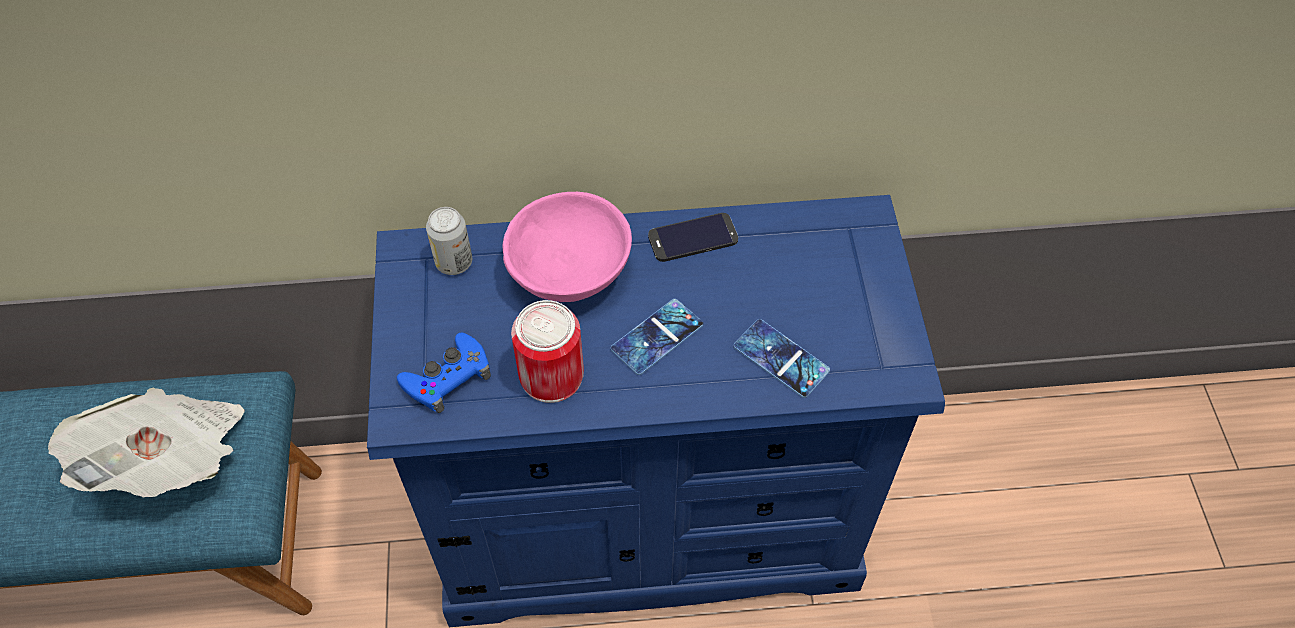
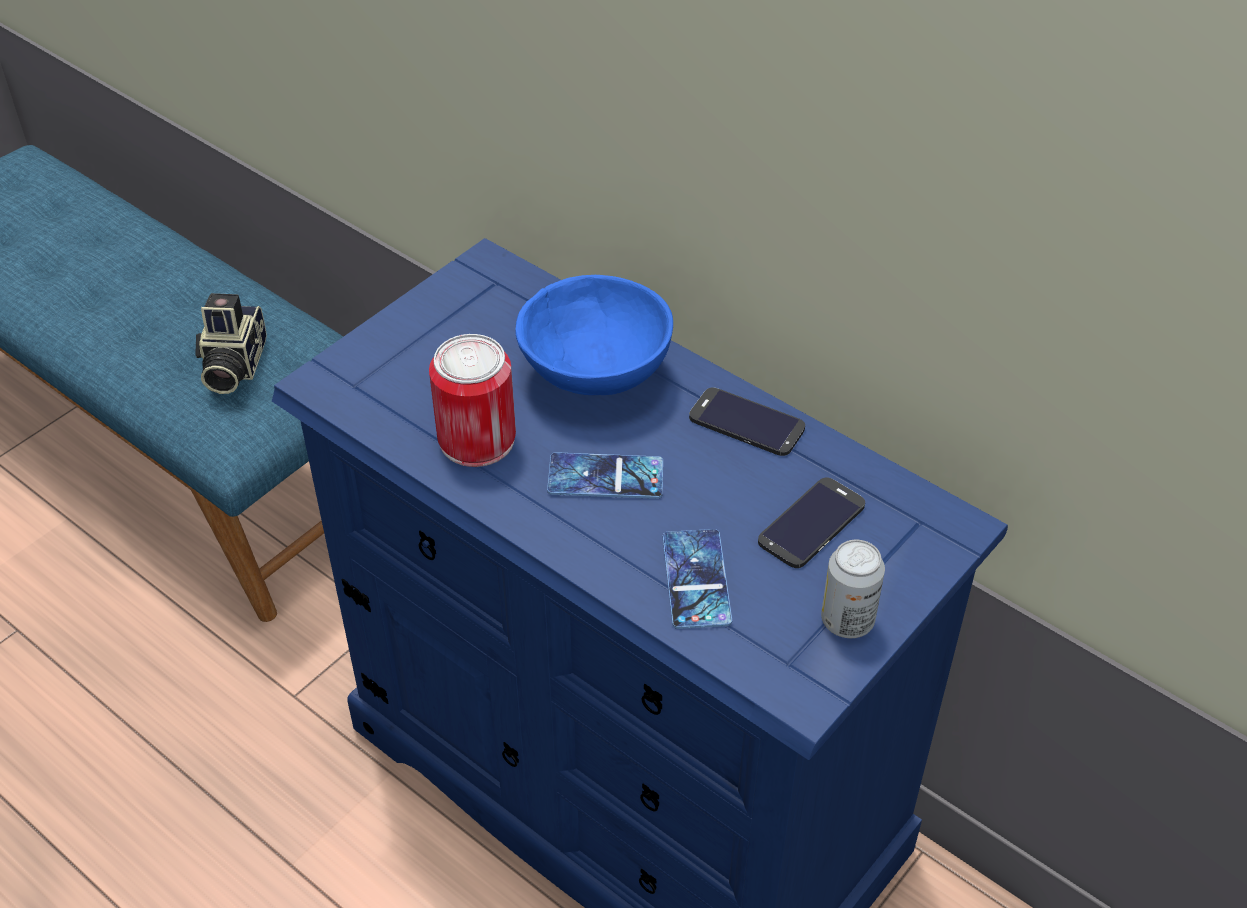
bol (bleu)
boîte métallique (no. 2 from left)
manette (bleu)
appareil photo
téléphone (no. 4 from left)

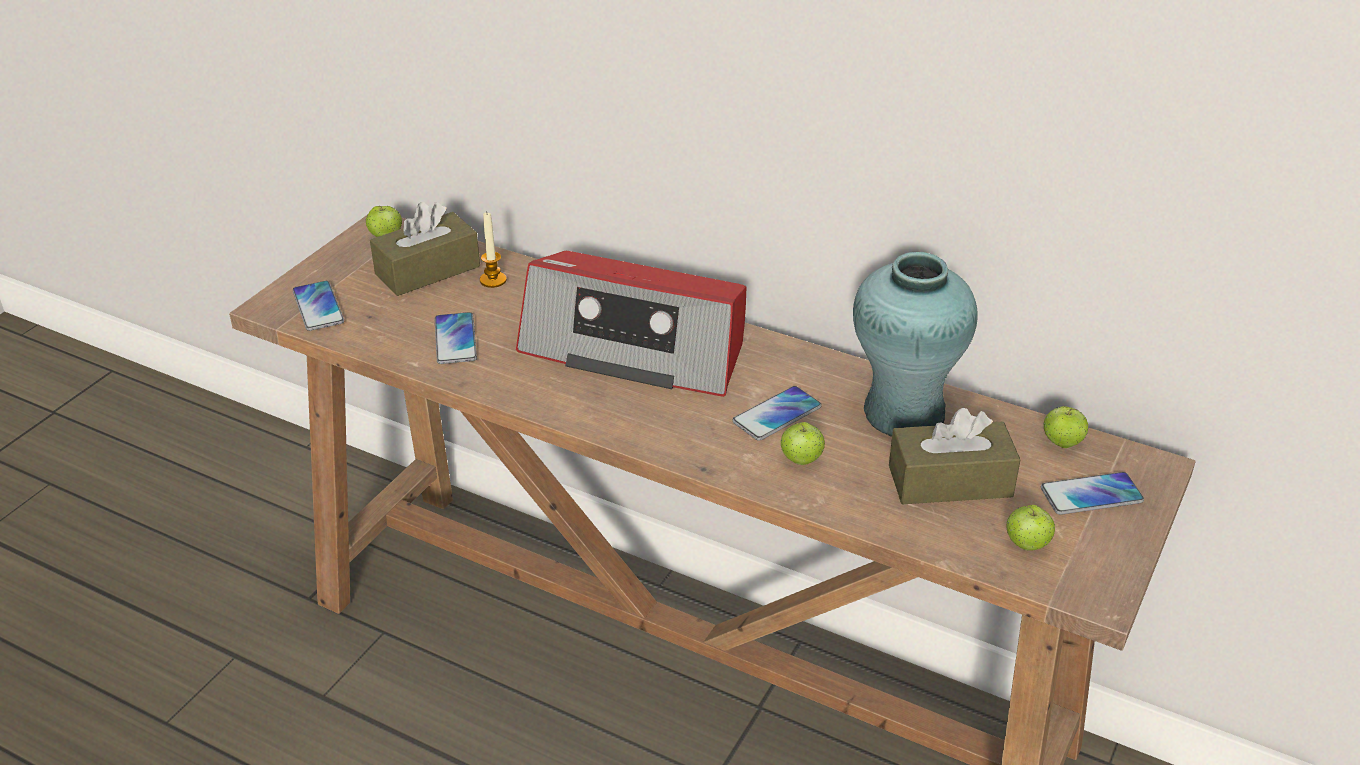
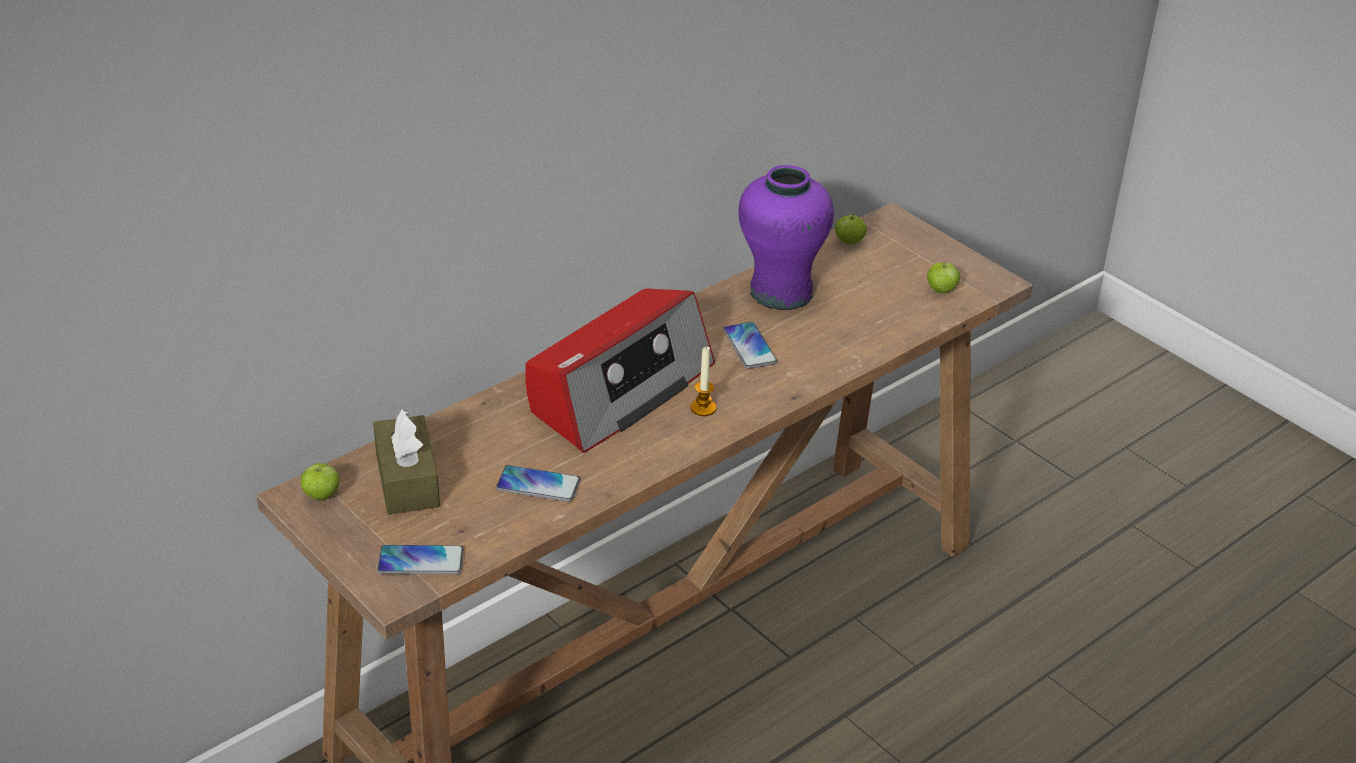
bougie
vase (violet)
boîte à mouchoirs (marron) (no. 2 from left in the first image)
pomme (no. 2 from left in the first image)
téléphone (no. 4 from left in the first image)

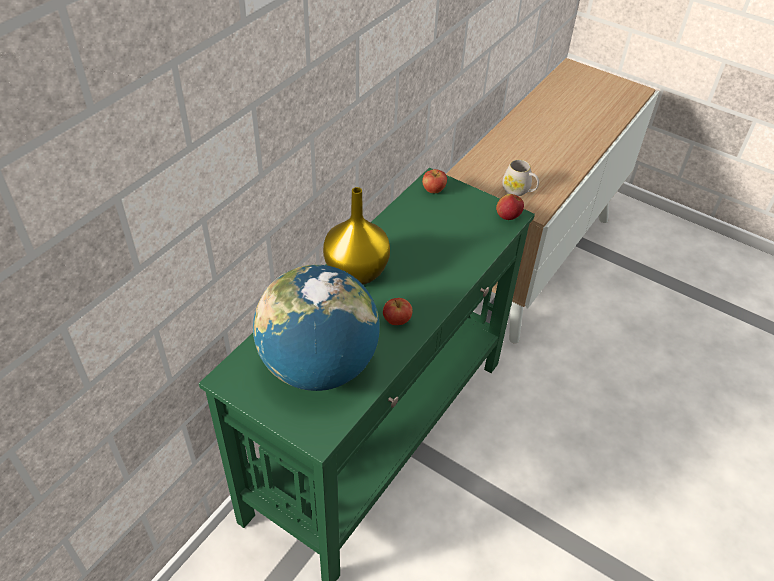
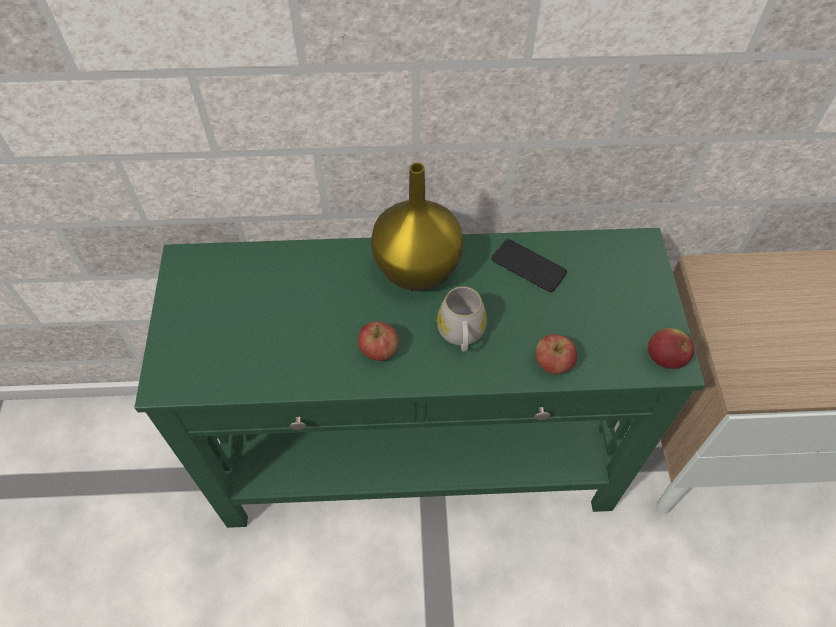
mug (blanc)
pomme (no. 2 from left)
globe
téléphone

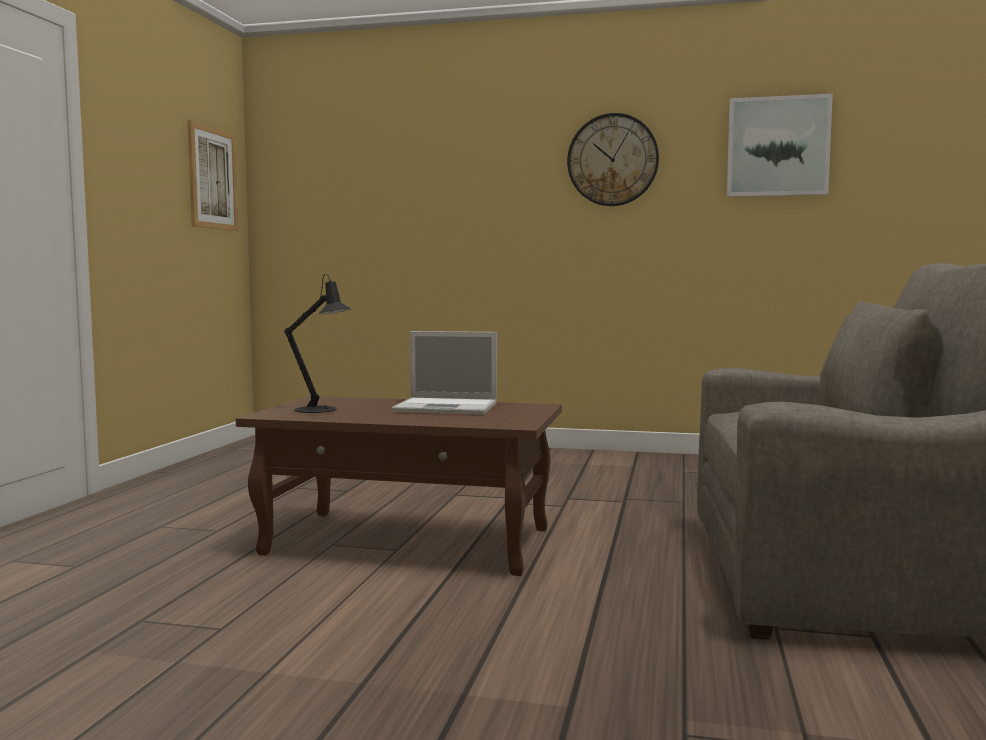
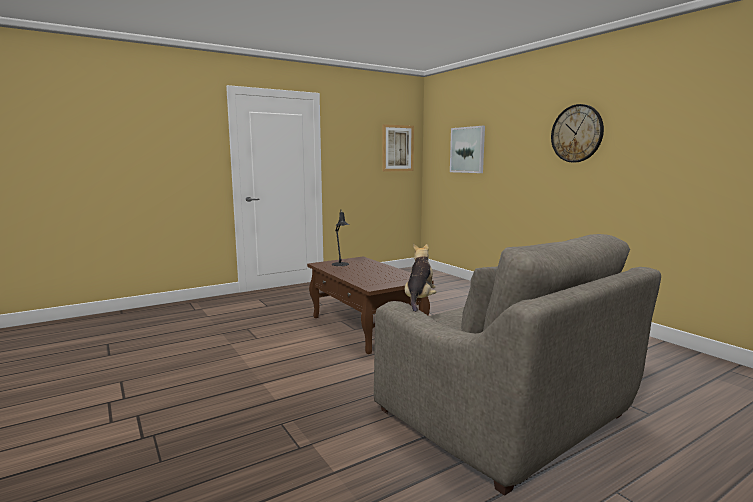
tableau (no. 2 from left)
ordinateur portable
peluche

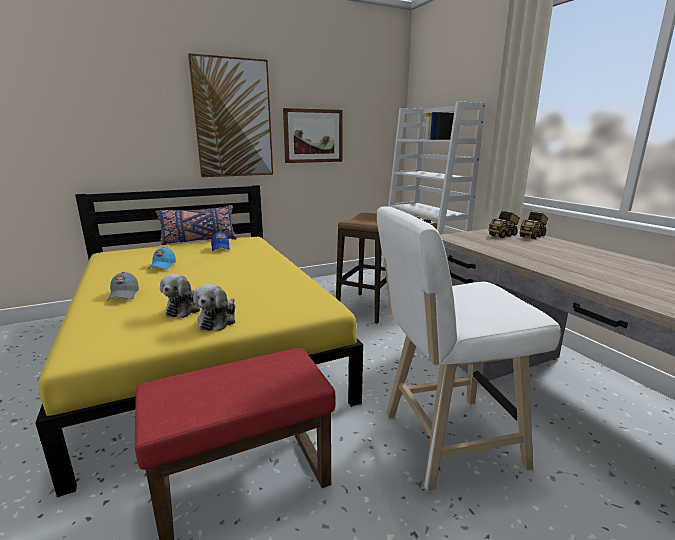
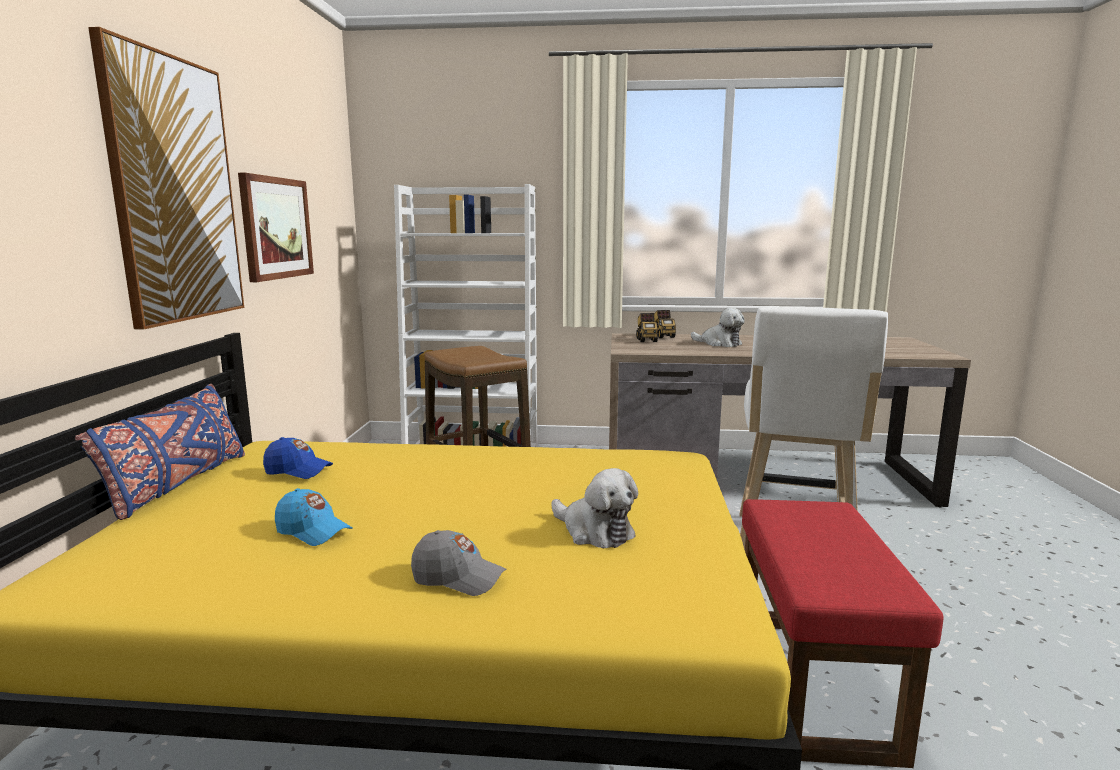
peluche (no. 2 from left)

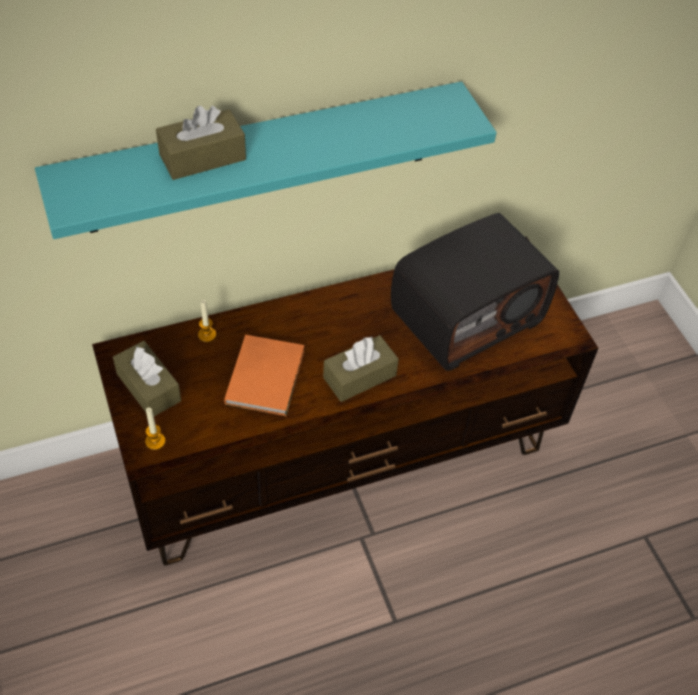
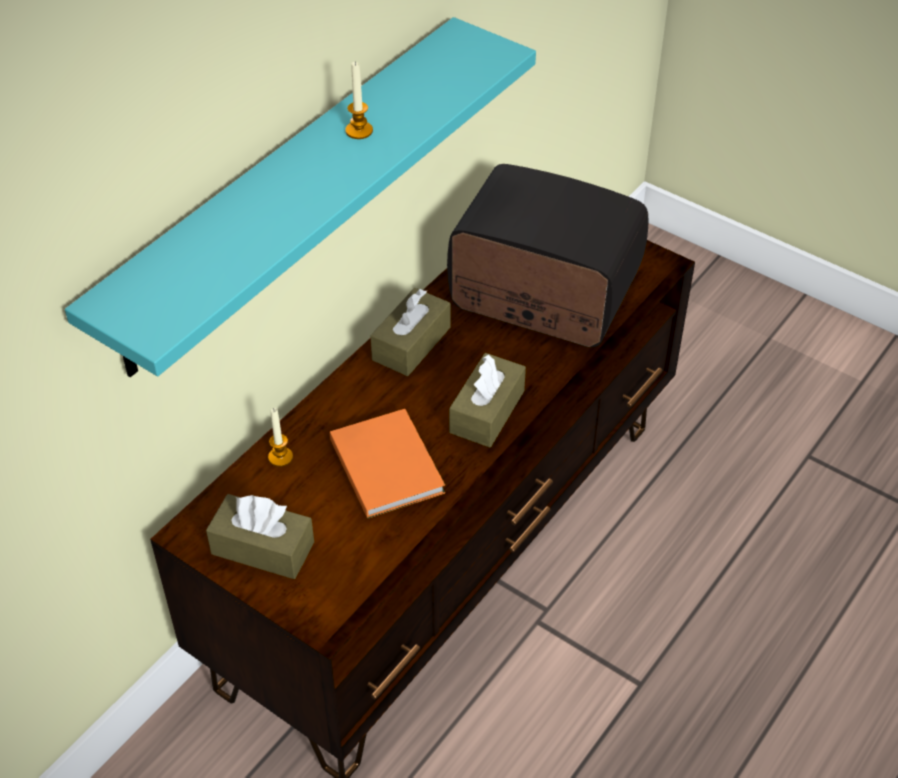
boîte à mouchoirs (marron) (no. 2 from left)
radio
bougie (no. 2 from left)

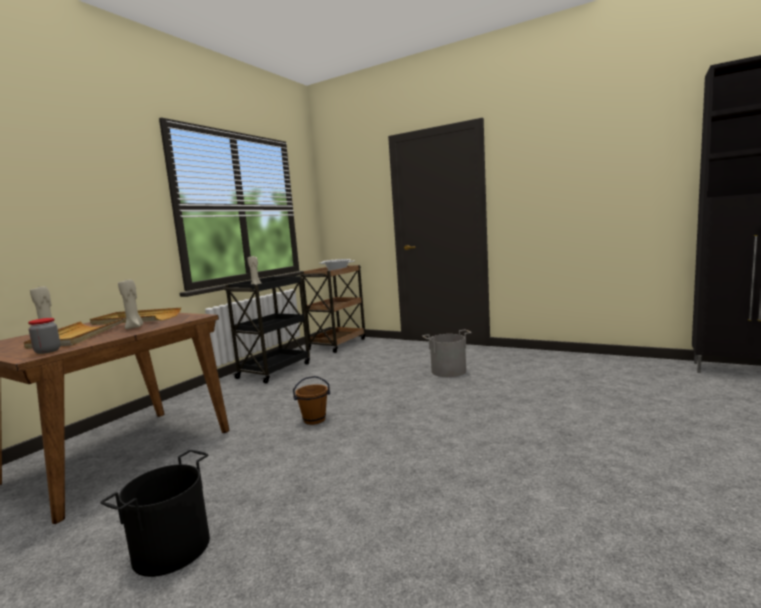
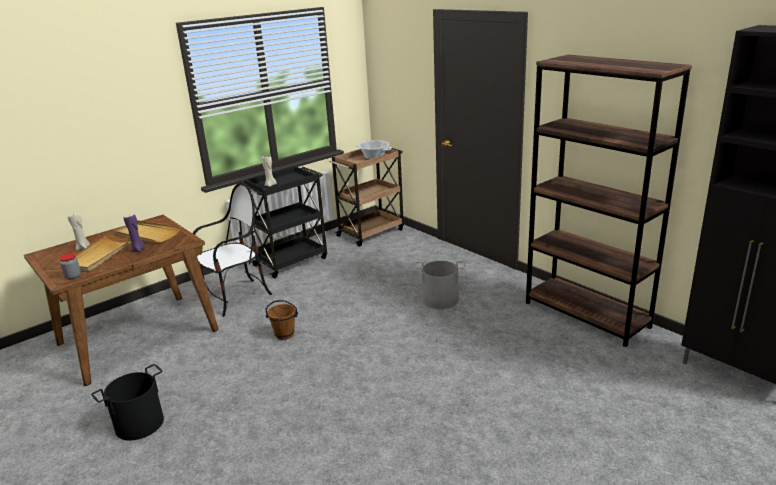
bougie (violet)
bibliothèque (marron)
chaise

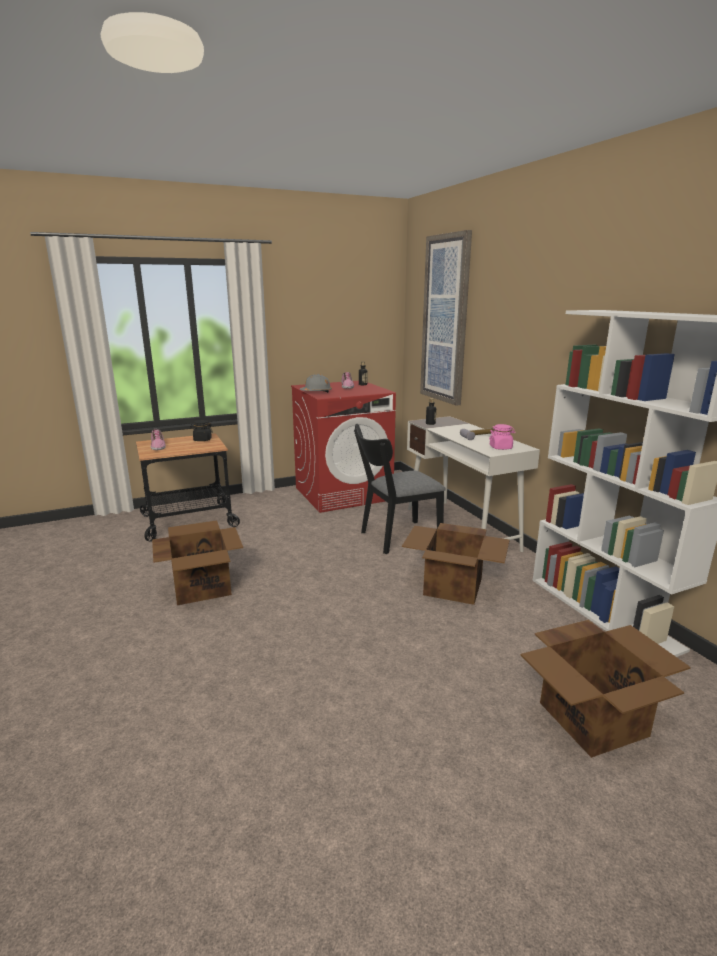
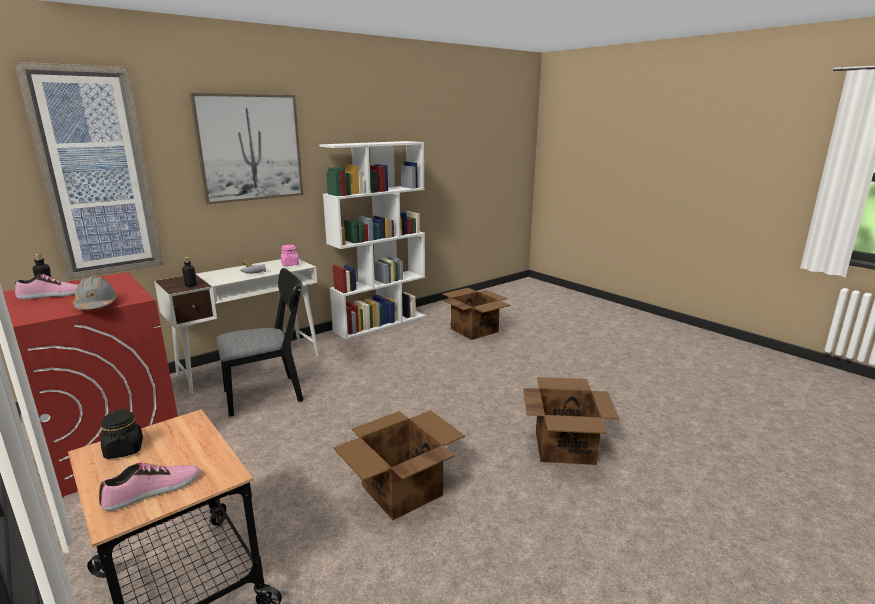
chaise (noir)
carton (no. 3 from left)
tableau (no. 2 from left)

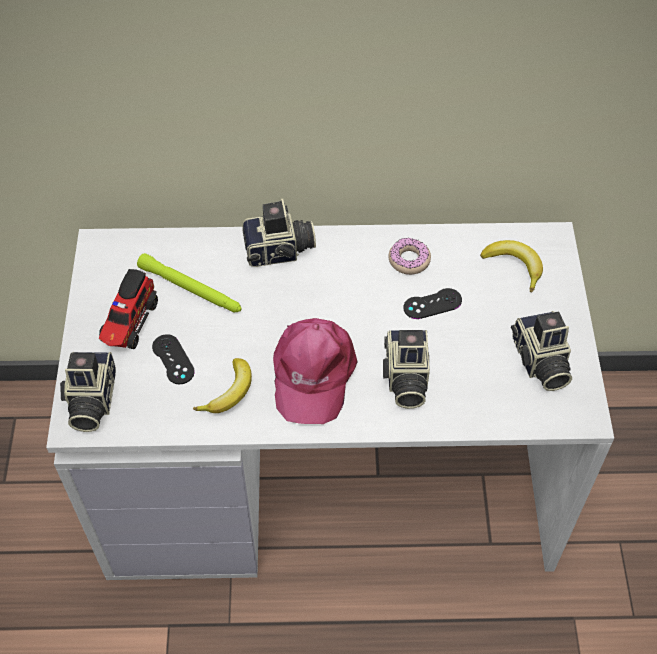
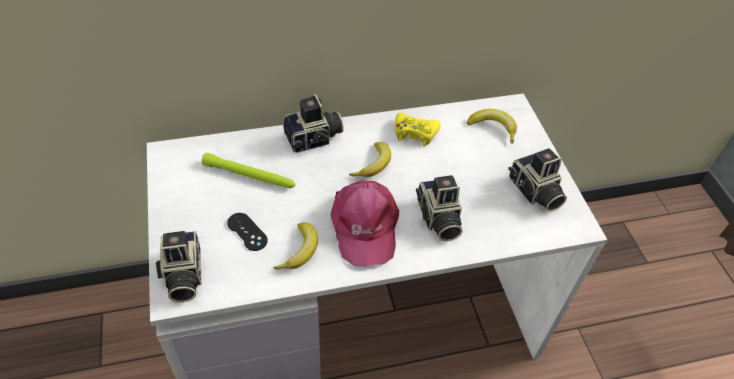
manette (jaune)
camion jouet
manette (noir) (no. 2 from left in the first image)
banane (no. 2 from left)

